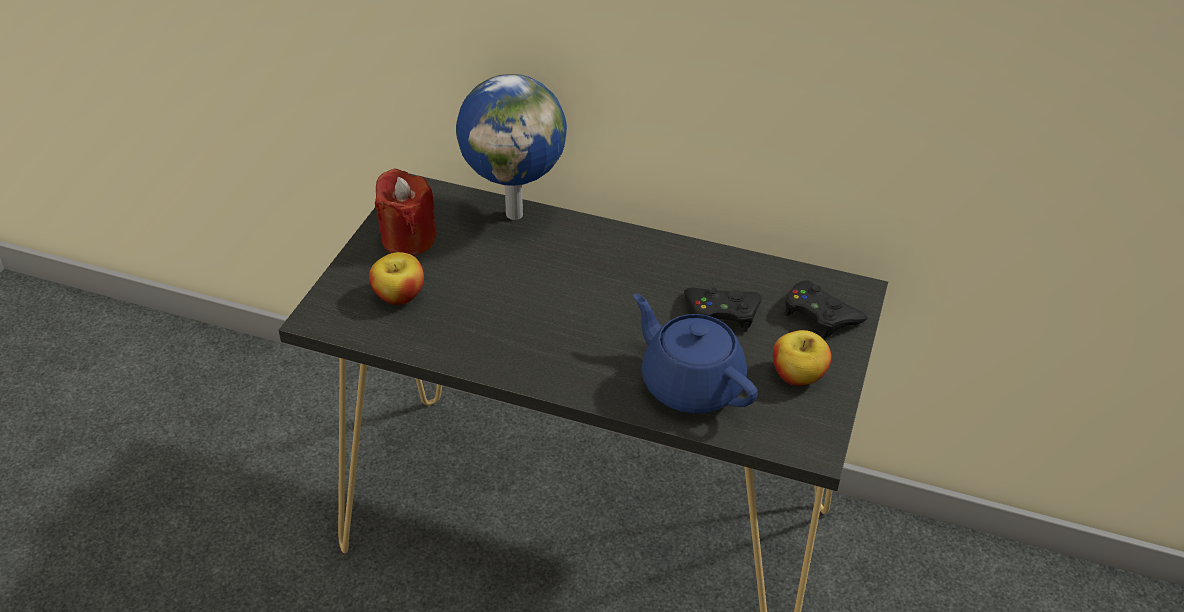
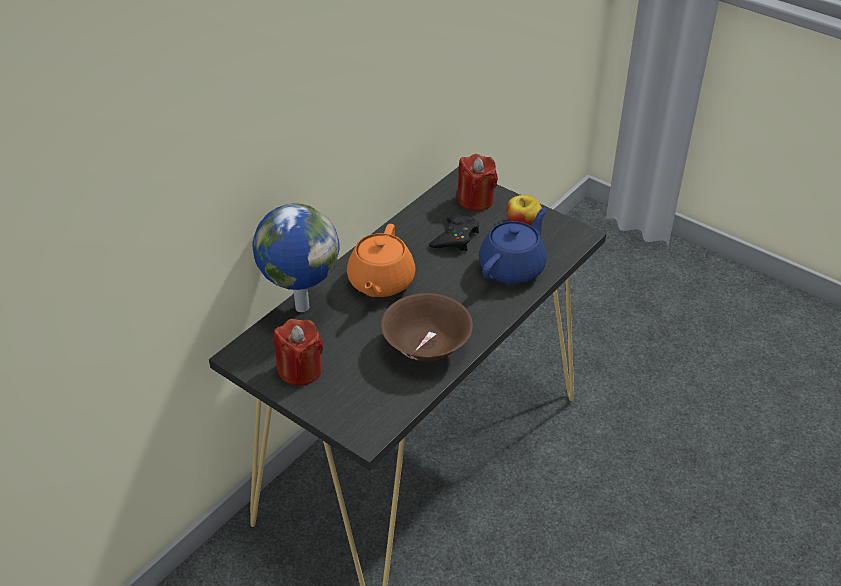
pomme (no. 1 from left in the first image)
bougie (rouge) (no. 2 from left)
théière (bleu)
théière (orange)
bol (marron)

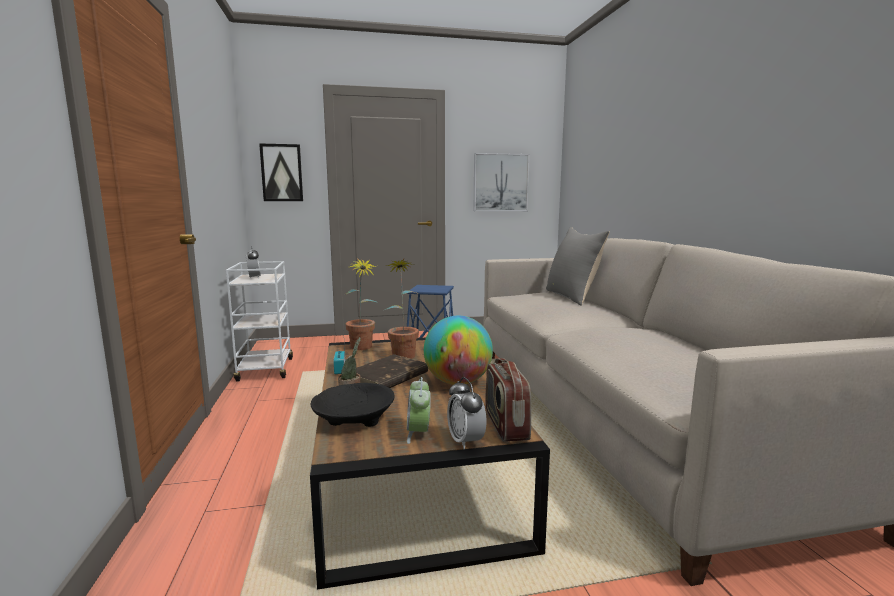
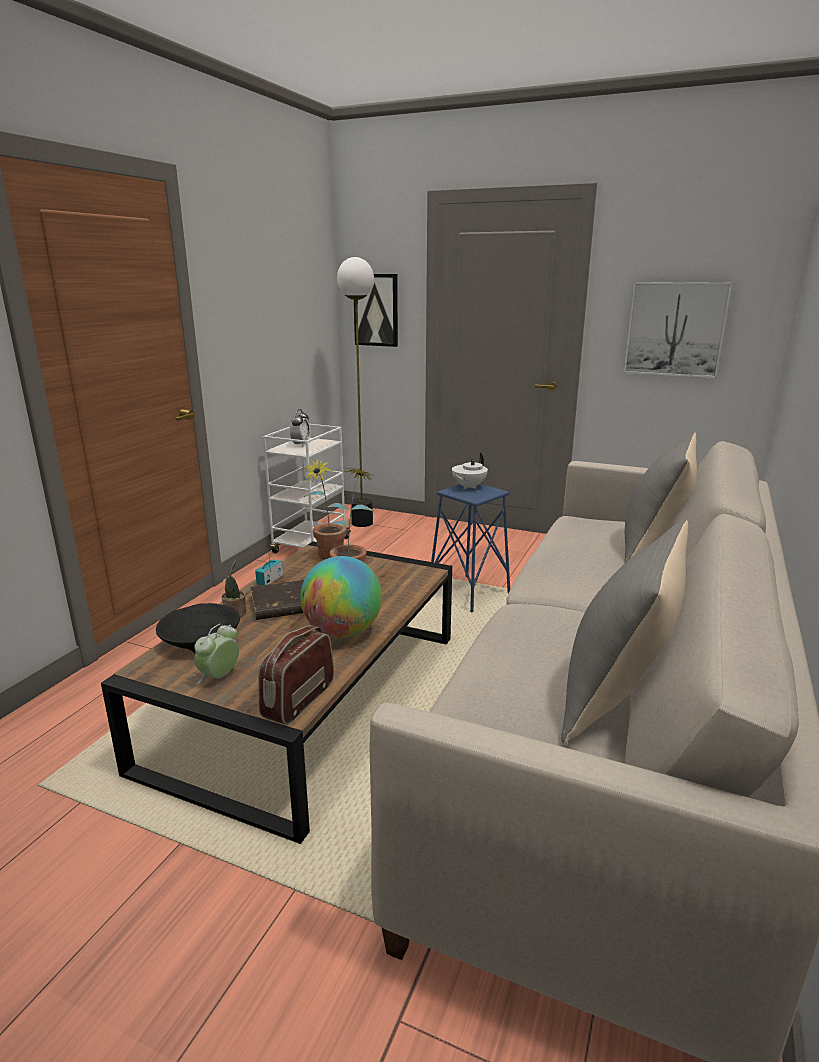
réveil (no. 3 from left in the first image)
lampadaire
théière (blanc)
coussin (gris) (no. 1 from left)

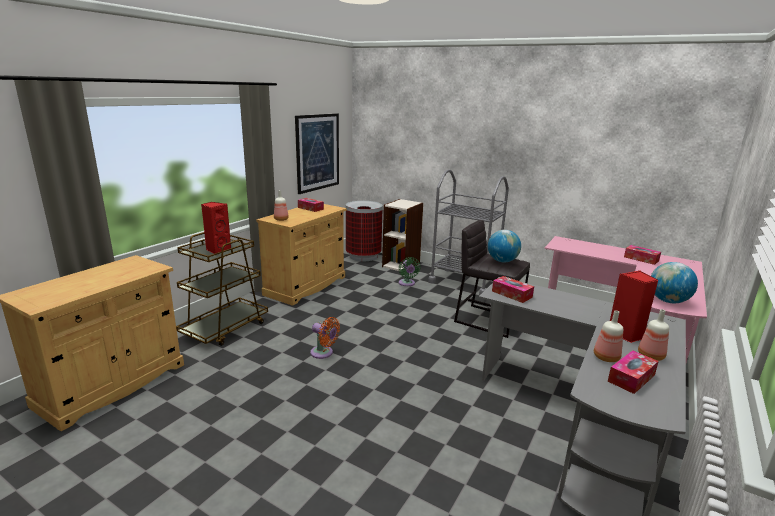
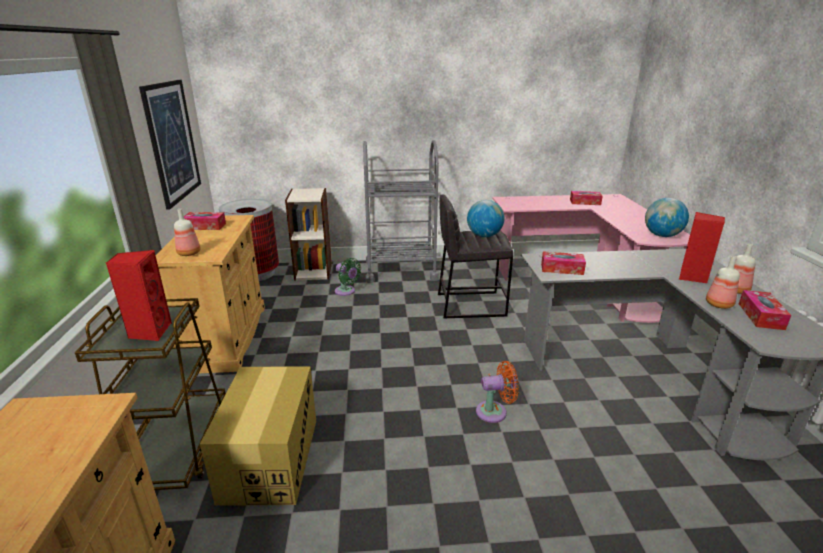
ventilateur (orange)
carton

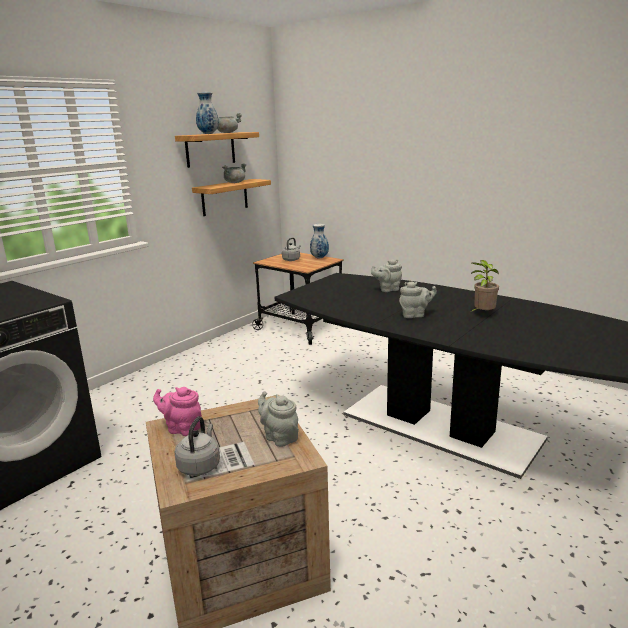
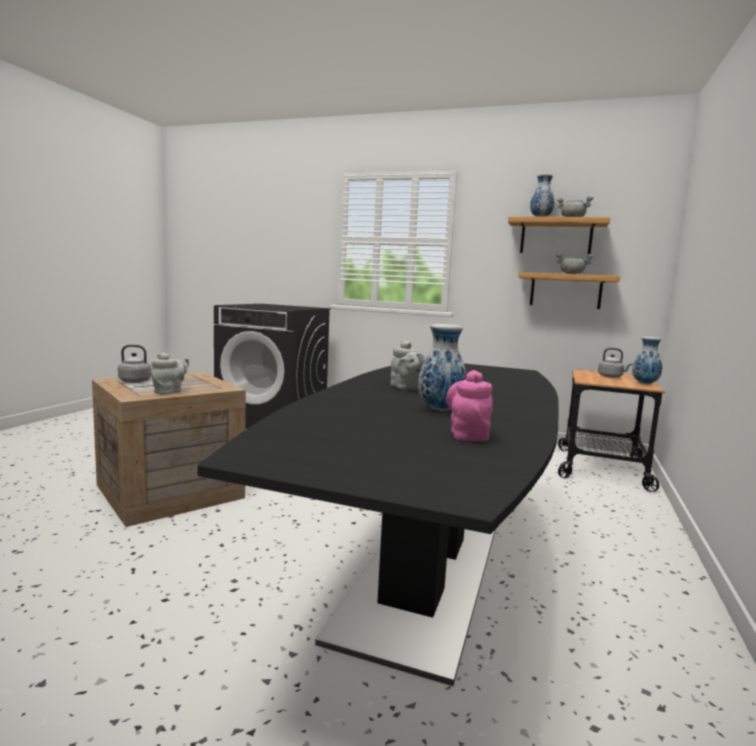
théière (gris) (no. 2 from left in the first image)
vase (no. 1 from left)
théière (rose)

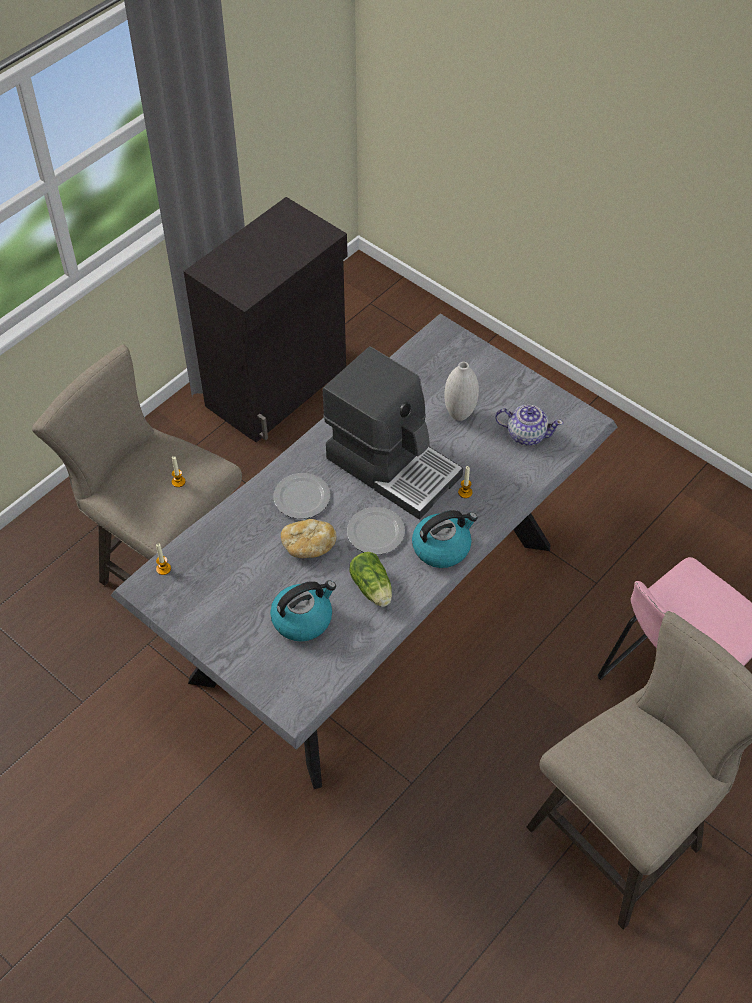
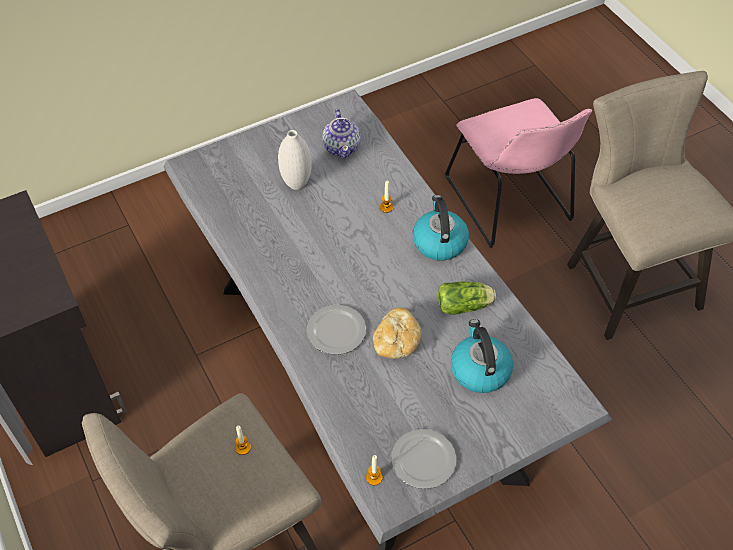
machine à café
théière
assiette (no. 2 from left)

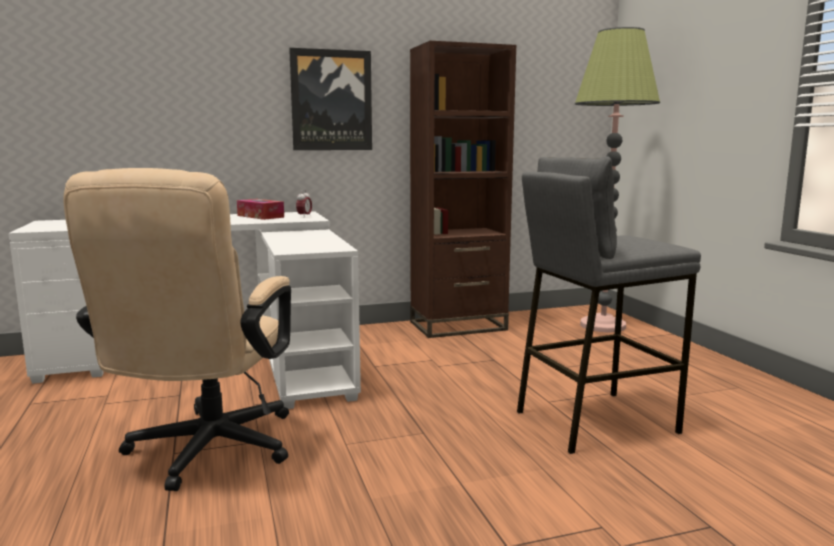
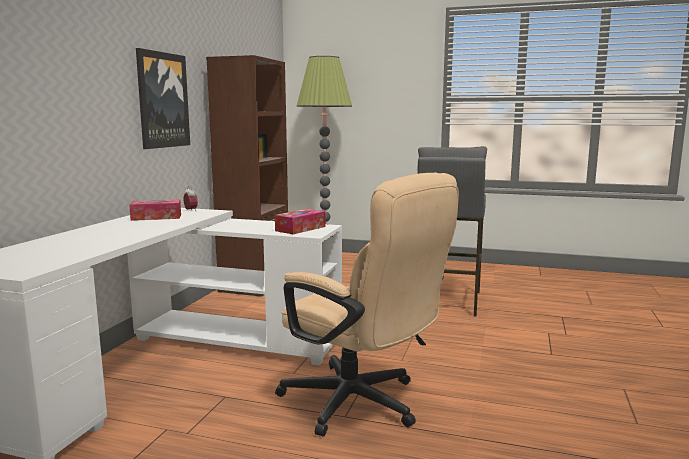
boîte à mouchoirs (no. 2 from left)

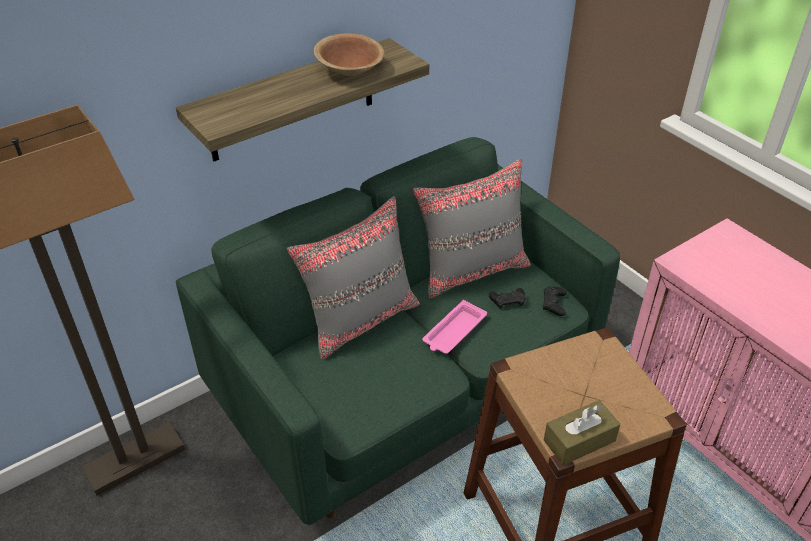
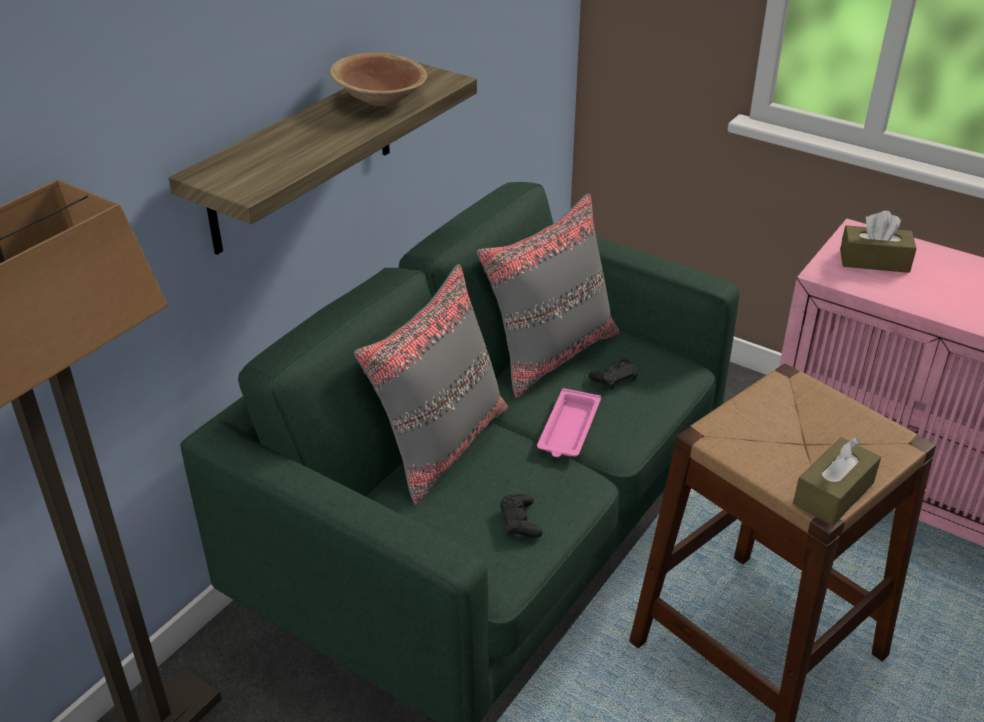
manette (noir) (no. 1 from left)
boîte à mouchoirs (marron) (no. 2 from left)

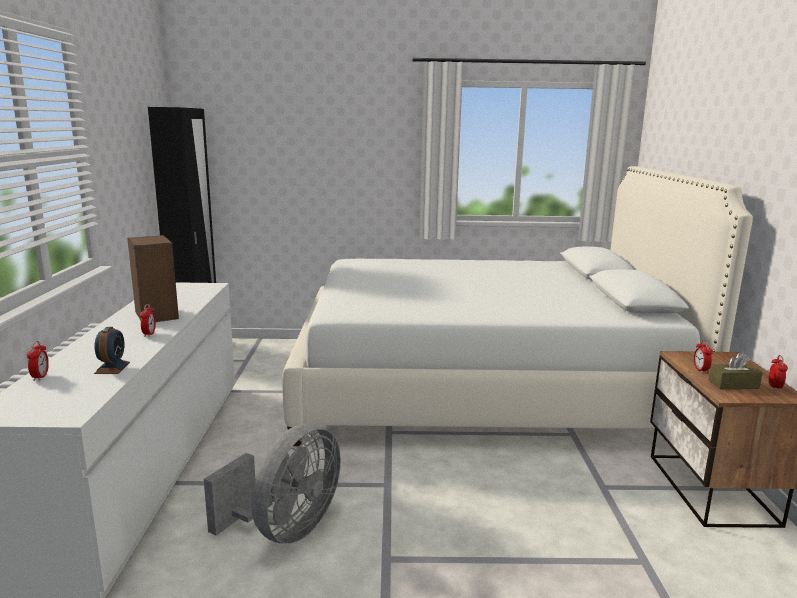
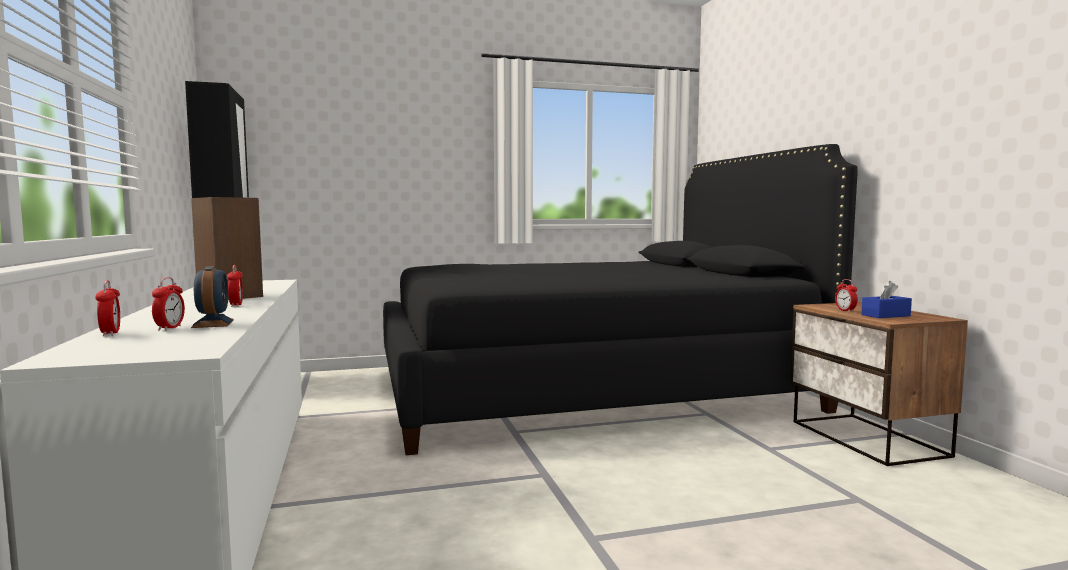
lit (noir)
boîte à mouchoirs (bleu)
réveil (no. 2 from left)
ventilateur (gris)

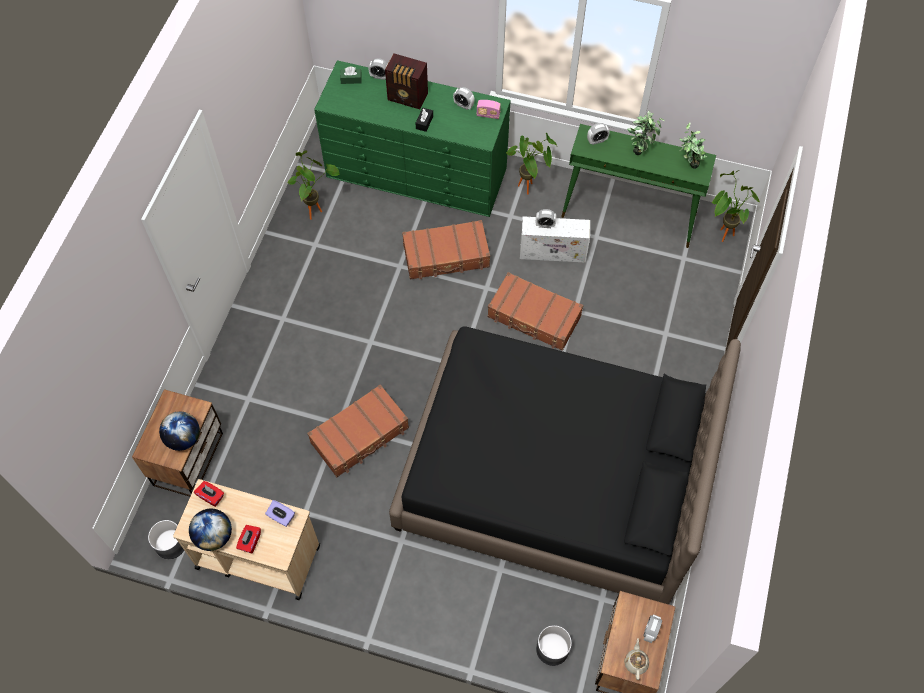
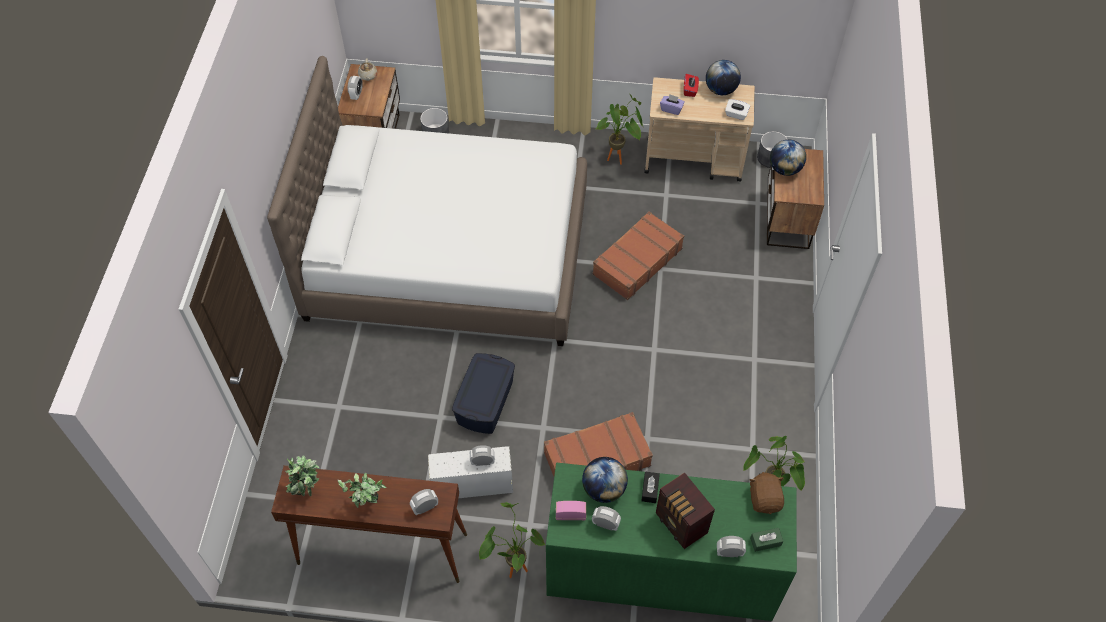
radio (no. 2 from left)
table console (marron)
plante en pot (no. 4 from left)
boîte de rangement (bleu)
lit (blanc)
boîte à mouchoirs (blanc)
globe (no. 1 from left)
peluche (marron)

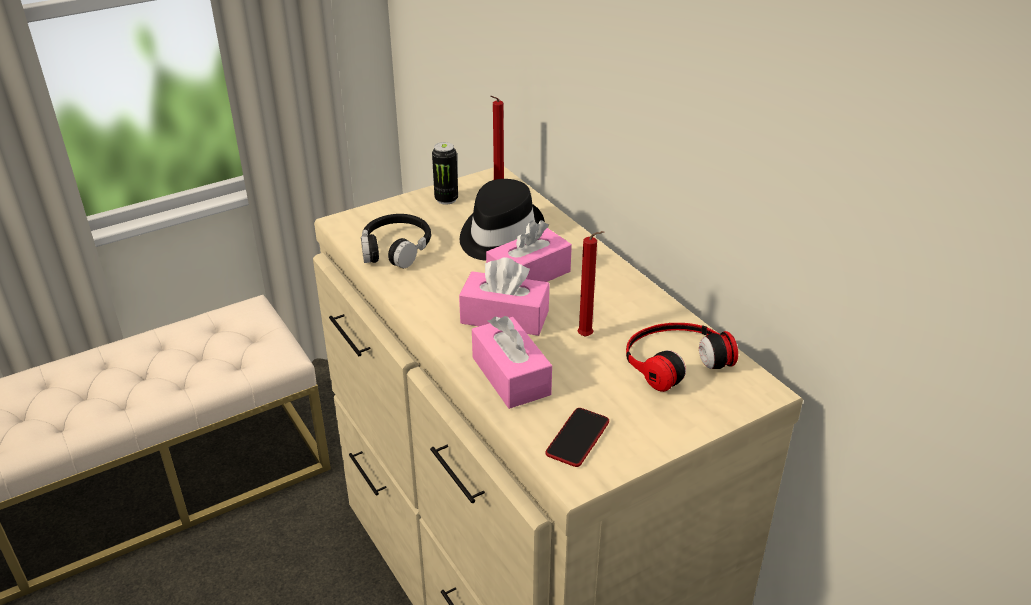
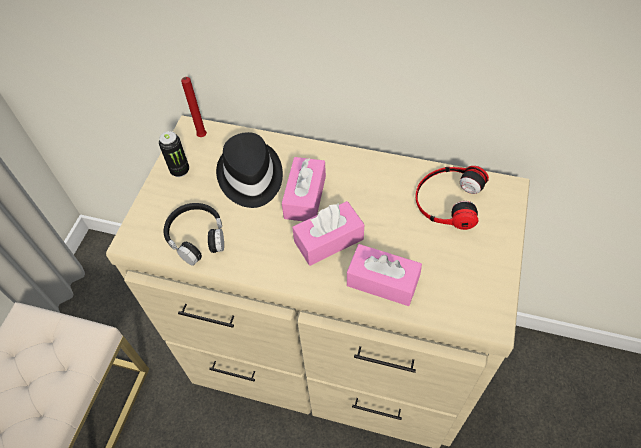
bougie (rouge) (no. 2 from left in the first image)
téléphone

